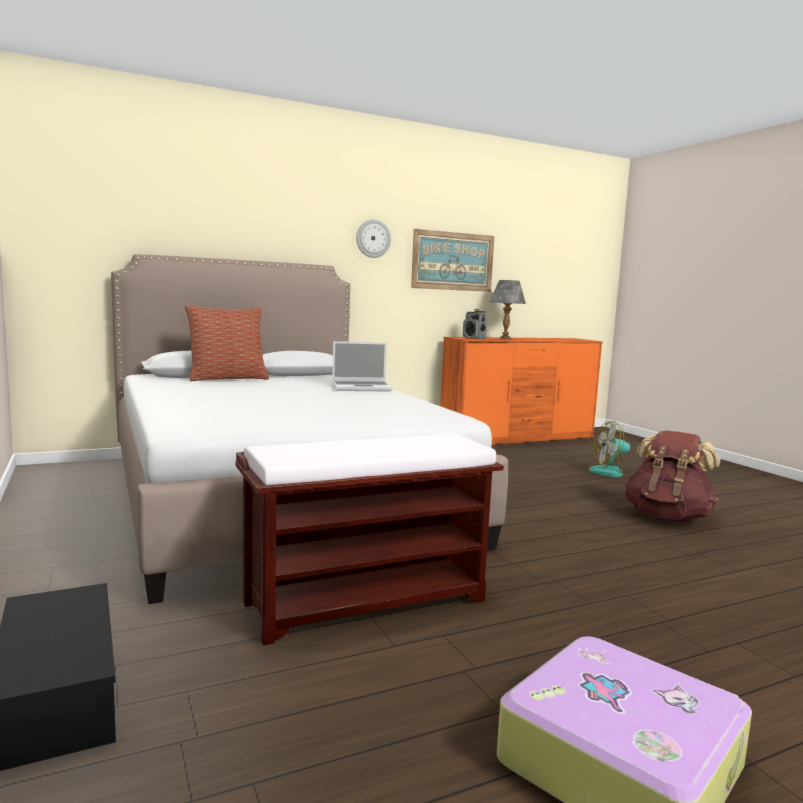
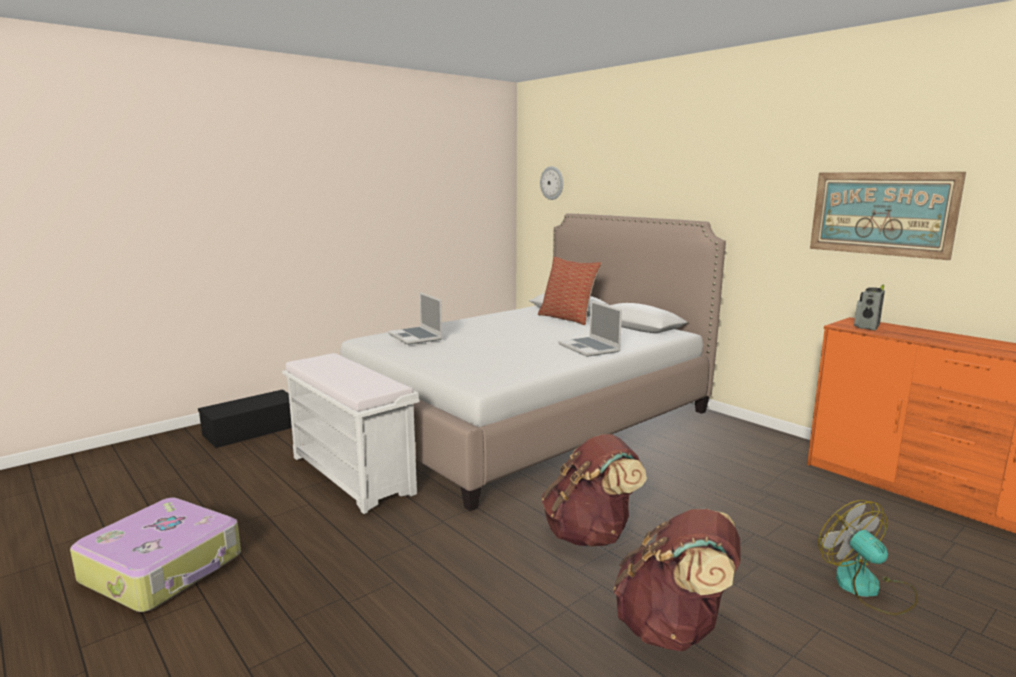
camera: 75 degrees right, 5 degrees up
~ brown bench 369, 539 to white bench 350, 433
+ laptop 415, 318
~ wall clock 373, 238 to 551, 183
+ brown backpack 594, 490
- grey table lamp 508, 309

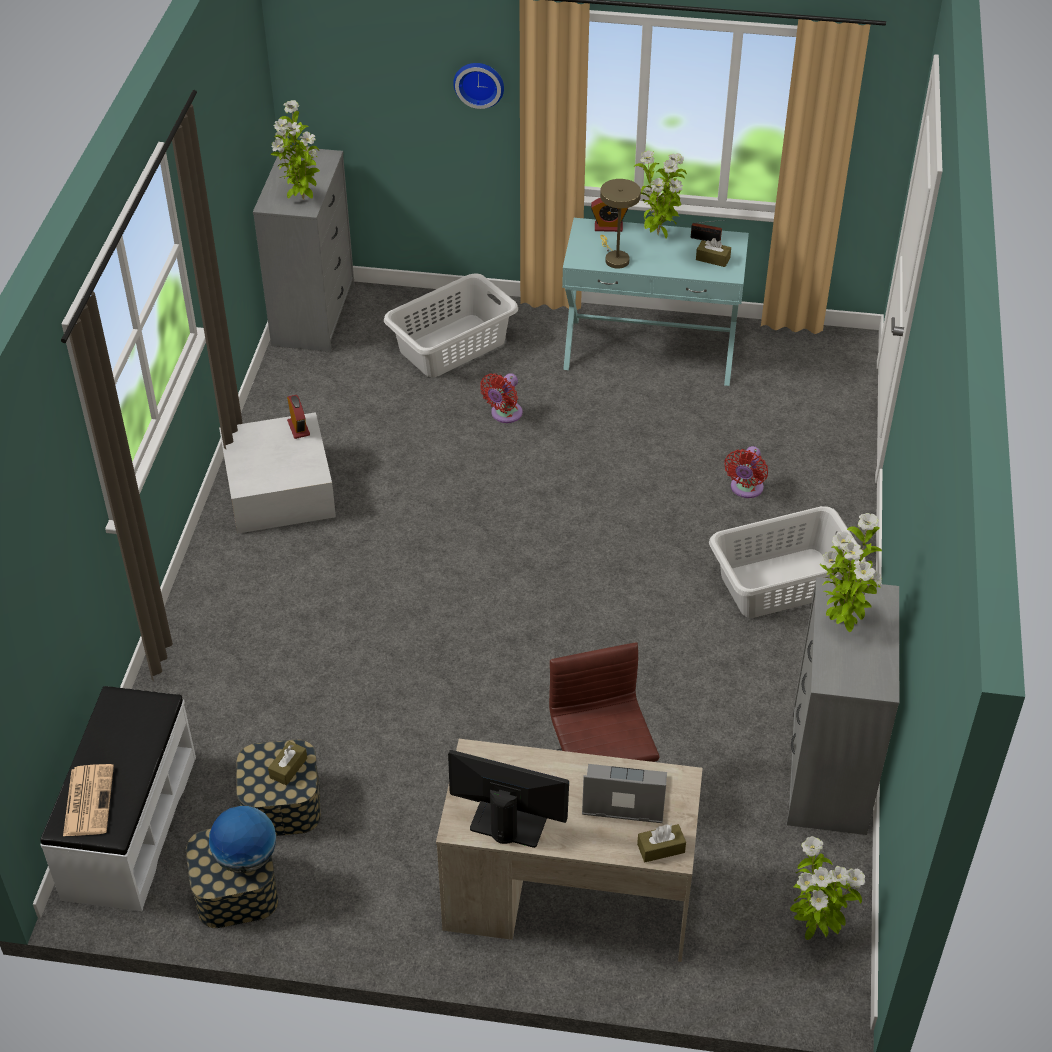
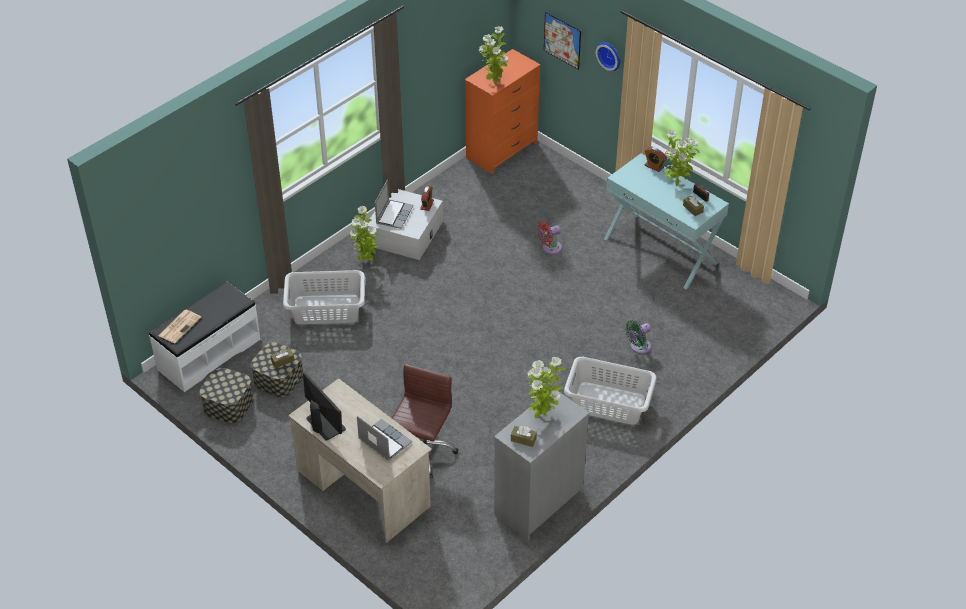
camera: 35 degrees right, 0 degrees up
~ grey laundry basket 451, 325 to 324, 297
~ potted plant 827, 888 to 363, 234
+ laptop 394, 204
~ grey dresser 304, 249 to orange dresser 502, 111
~ brown tissue box 661, 843 to 524, 436
+ picture 562, 41
~ red fan 746, 472 to green fan 638, 337
- globe 242, 839
- beige table lamp 620, 224

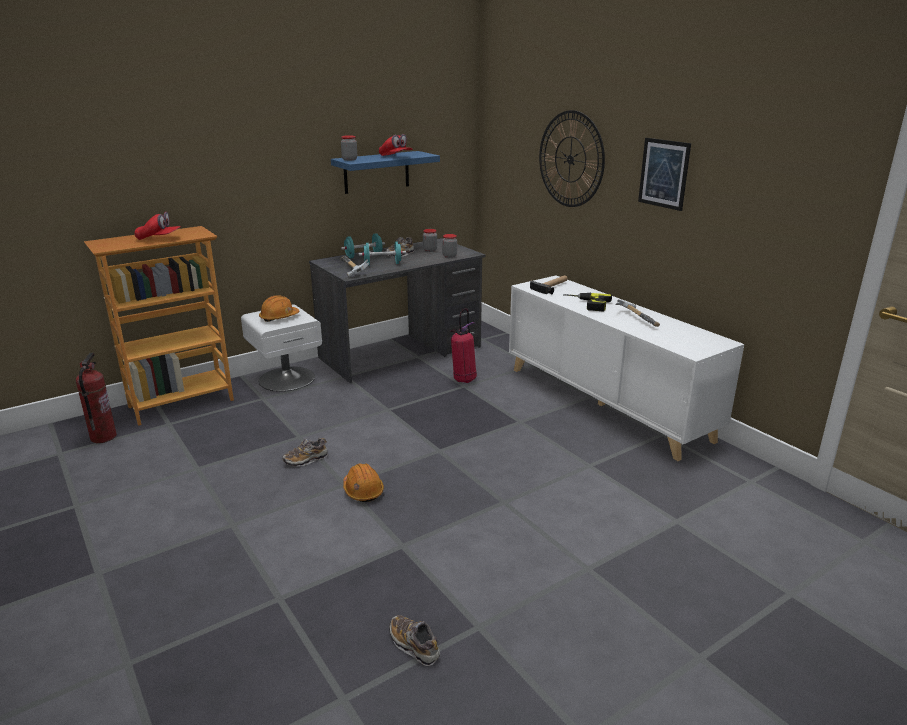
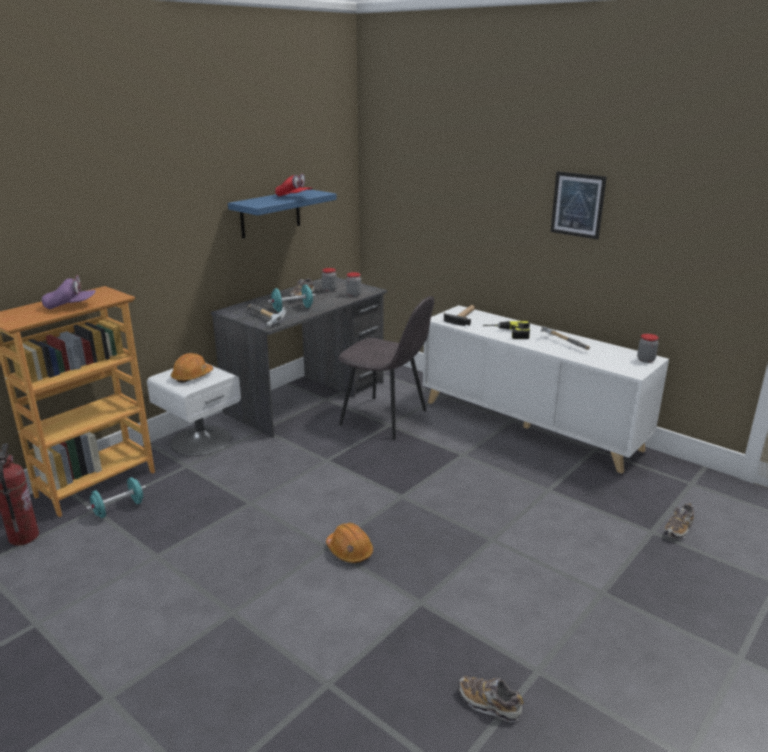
camera: 15 degrees left, 0 degrees up
~ red cap 158, 226 to purple cap 69, 292
~ turquoise dumbbell 363, 245 to 116, 497
~ fire extinguisher 463, 345 to grey chair 386, 368
~ jar 349, 148 to 648, 348
~ shoe 305, 452 to 679, 521
- wall clock 572, 158

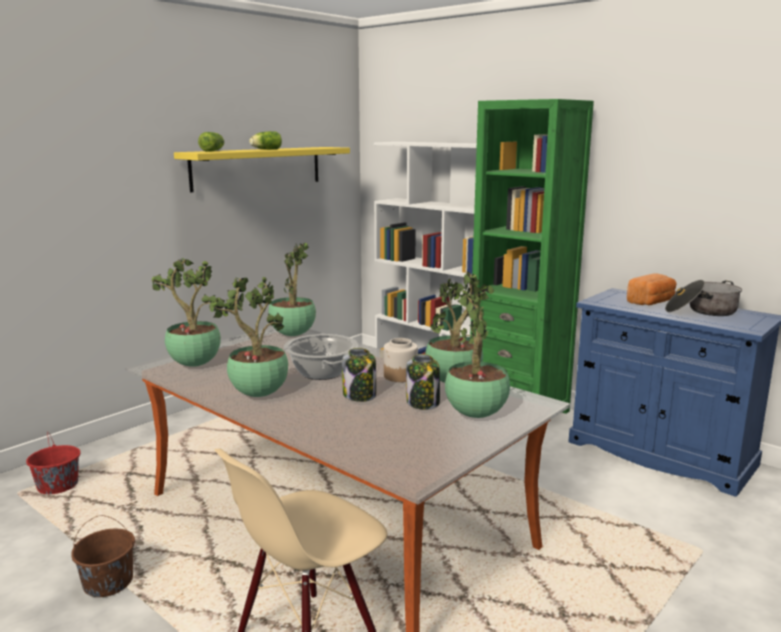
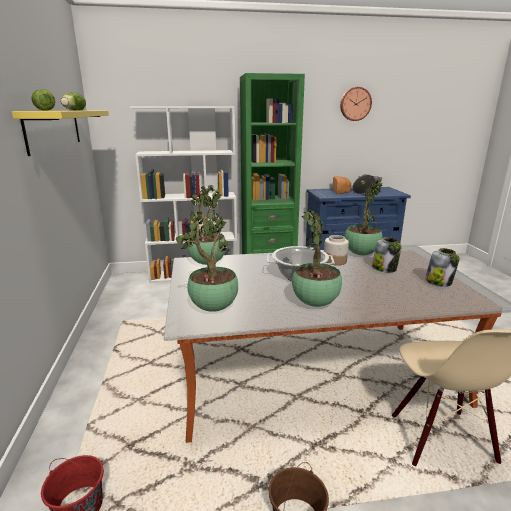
camera: 50 degrees left, 5 degrees up
+ wall clock 356, 104
~ jar 359, 375 to 442, 267
- potted plant 477, 354

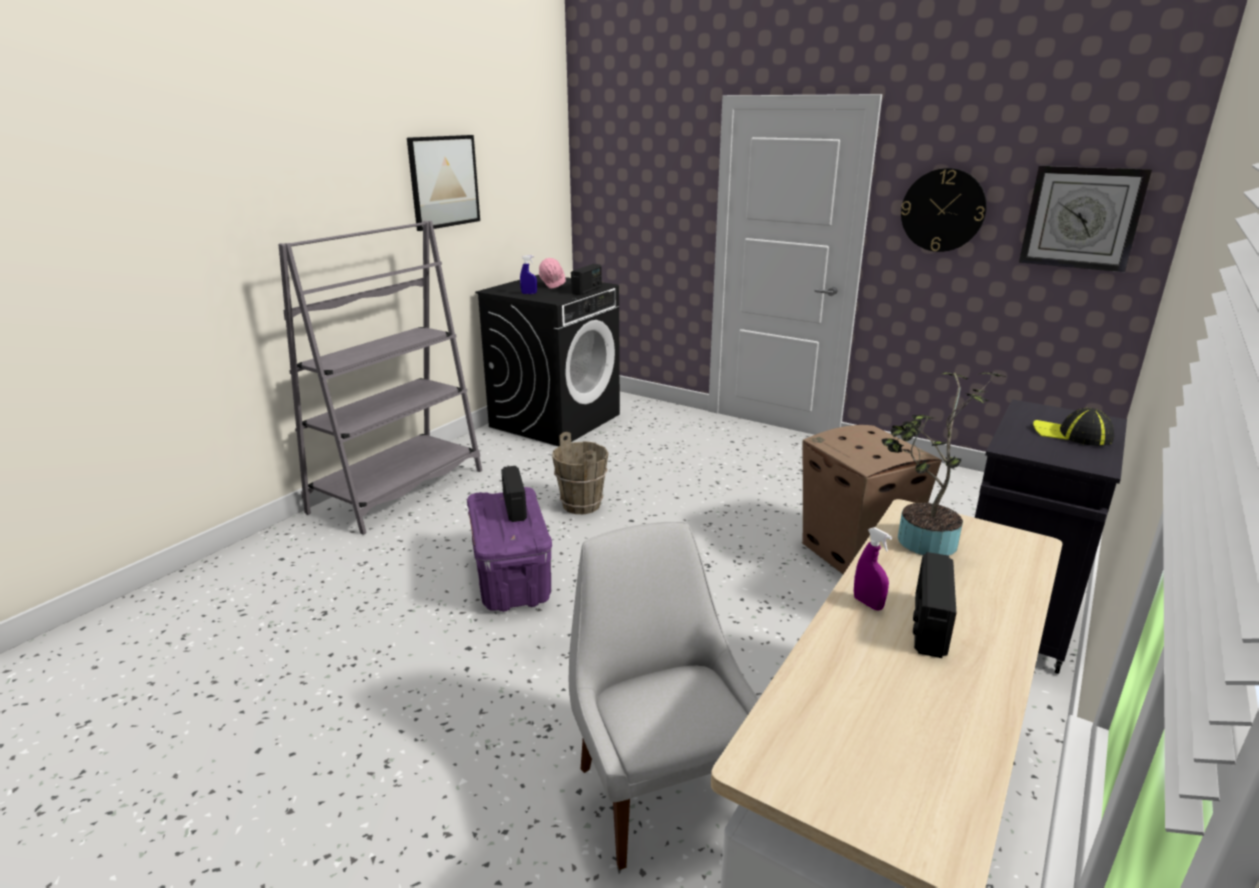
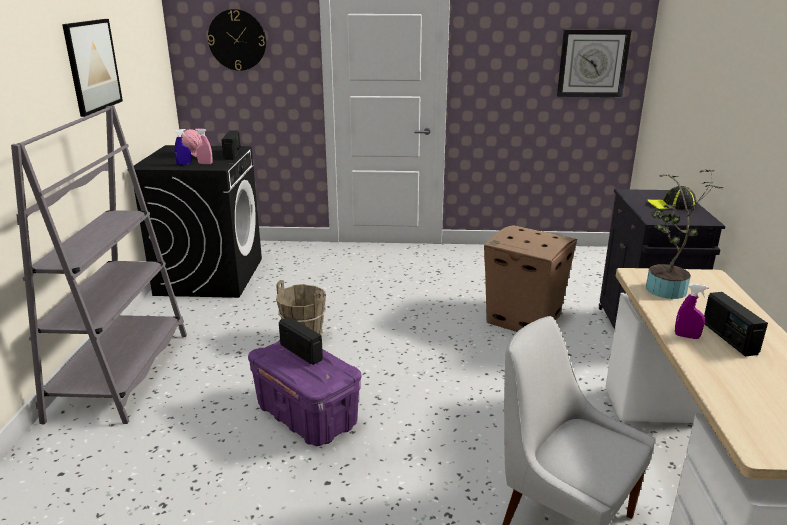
camera: 30 degrees left, 0 degrees up
+ pink spray bottle 203, 146
~ wall clock 944, 210 to 237, 40

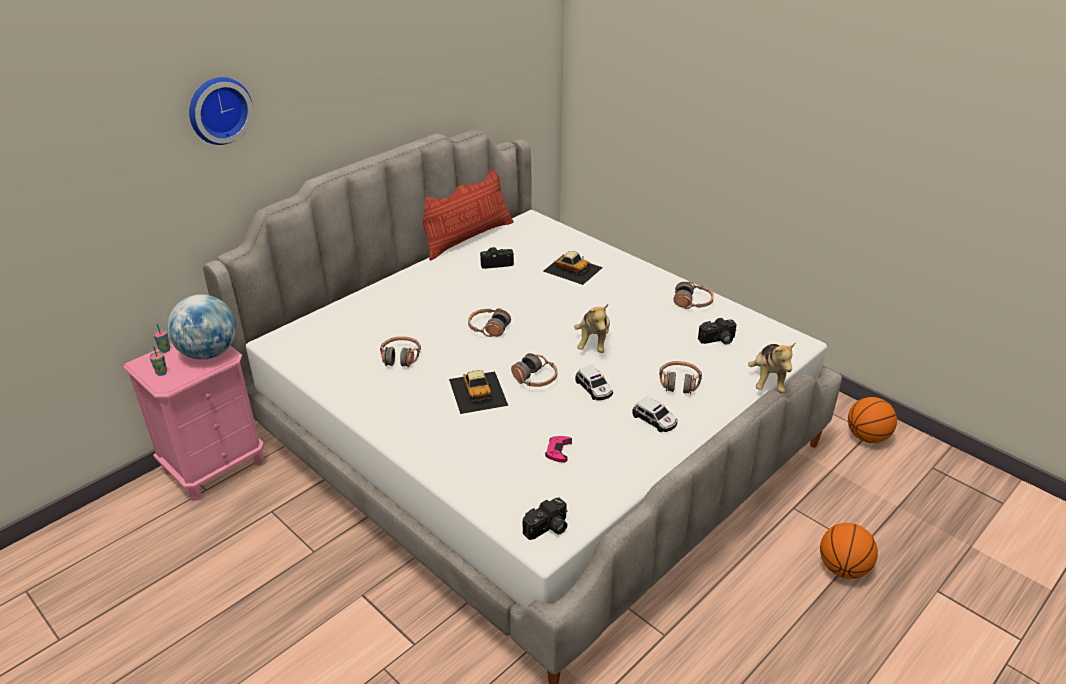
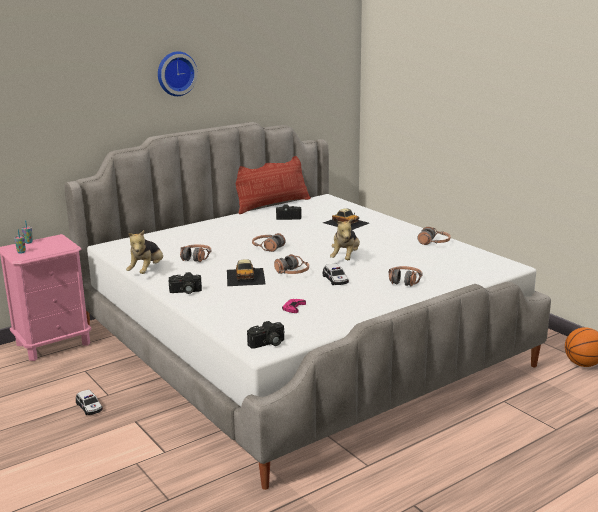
camera: 10 degrees right, 15 degrees down
~ toy car 654, 414 to 89, 402
~ plush toy 772, 368 to 144, 252
~ wall clock 221, 111 to 178, 73
~ photo camera 717, 331 to 185, 283
- globe 201, 327
- basketball 849, 551

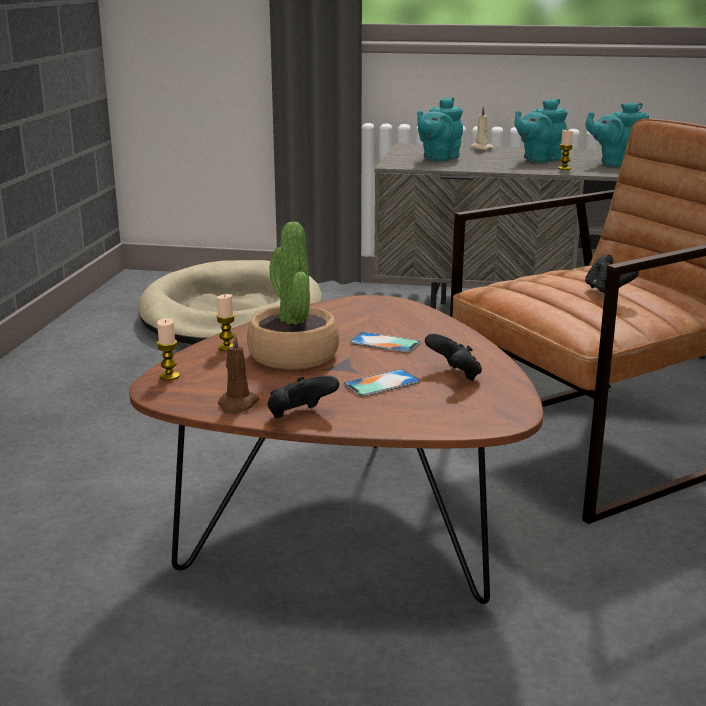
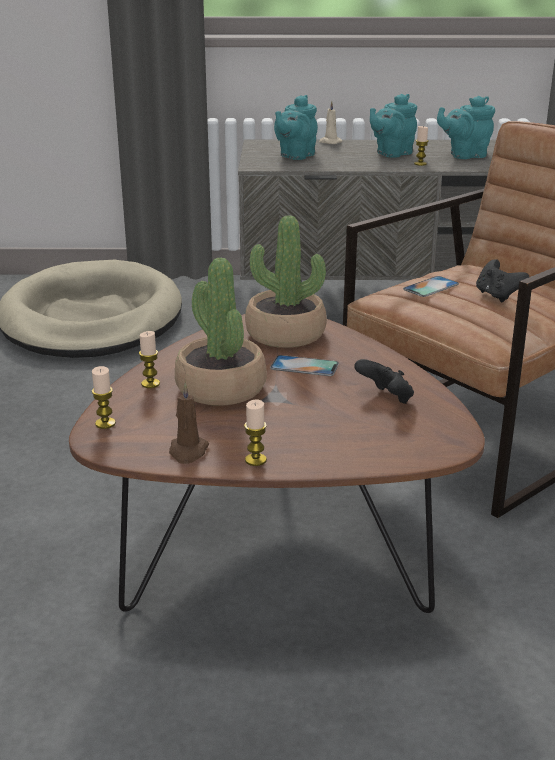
camera: 10 degrees left, 5 degrees up
~ black game controller 303, 397 to candle 255, 433
+ potted plant 286, 281
~ phone 382, 383 to 431, 286

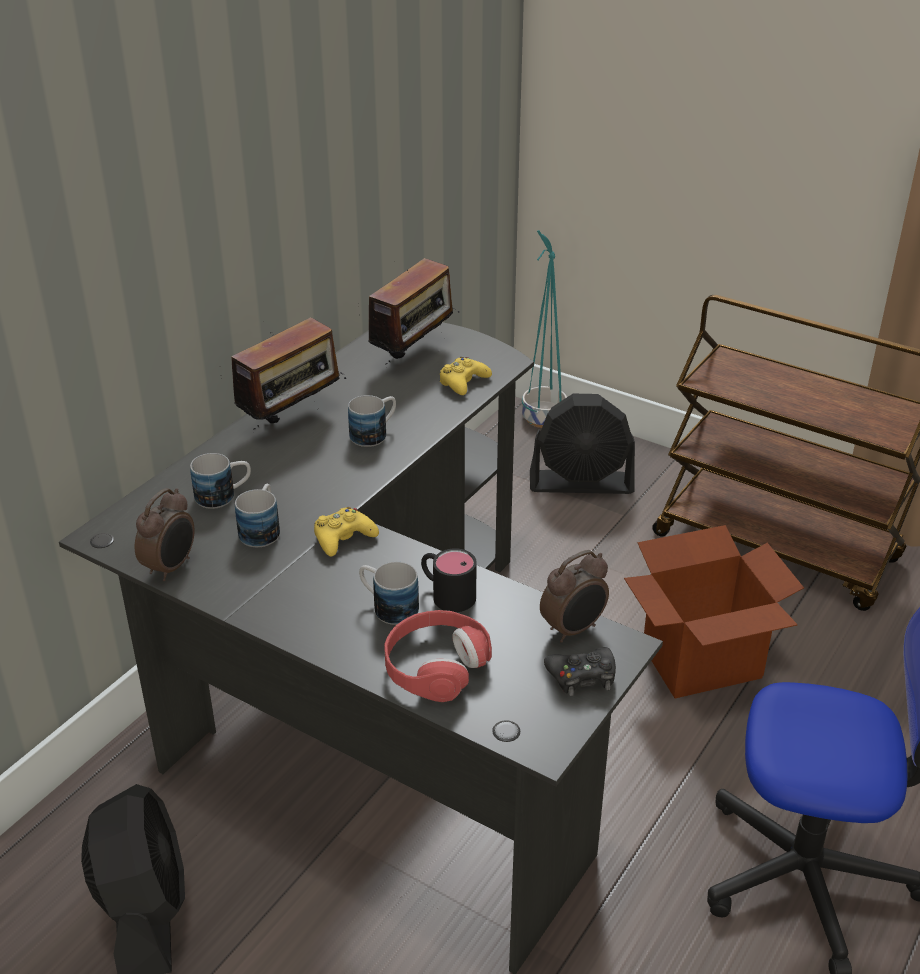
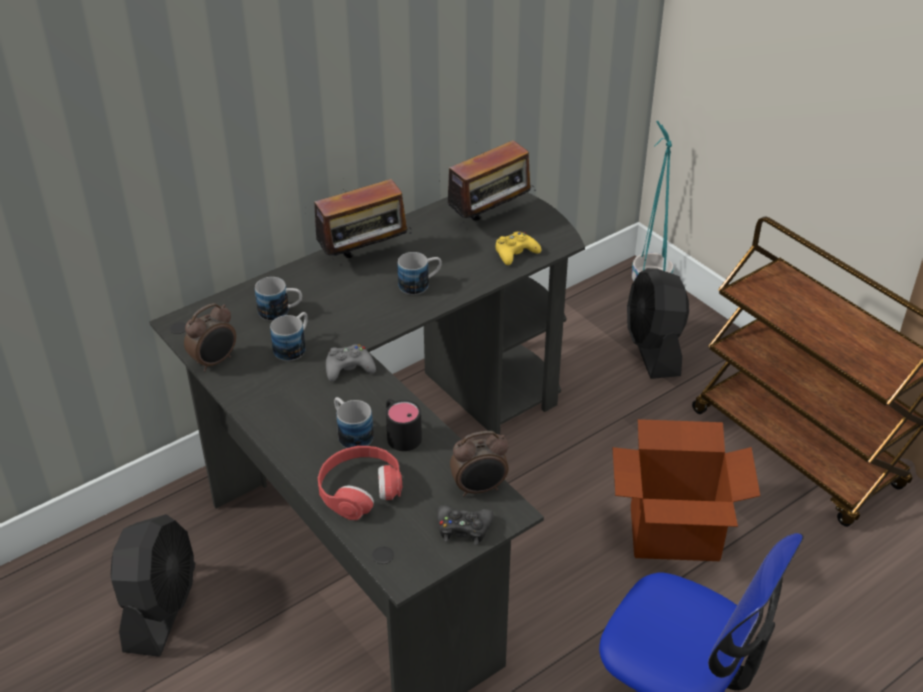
camera: 20 degrees right, 5 degrees up
~ yellow game controller 346, 532 to grey game controller 351, 363
~ black fan 582, 444 = 658, 323 60 degrees clockwise

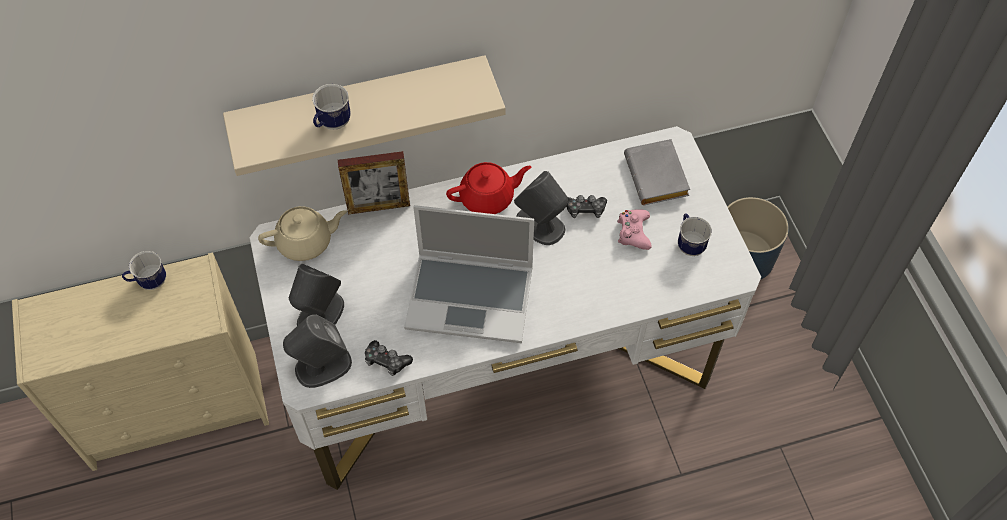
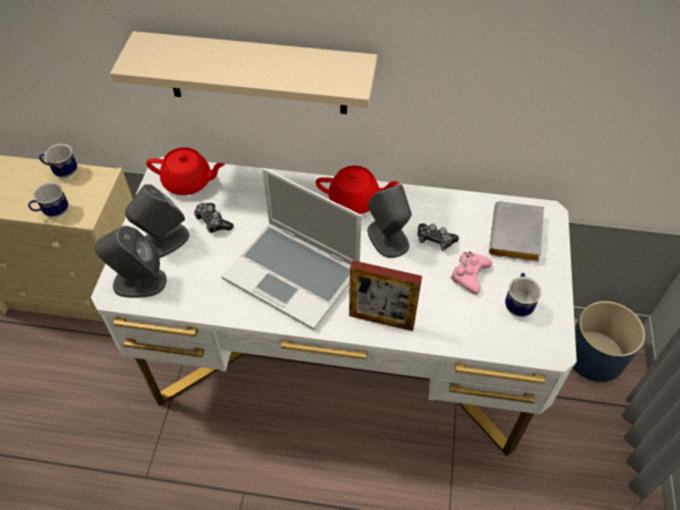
camera: 25 degrees right, 5 degrees down
~ mug 331, 107 to 48, 200
~ beige teapot 302, 233 to red teapot 185, 171
~ game controller 389, 358 to 214, 218
~ picture frame 374, 183 to 385, 295

